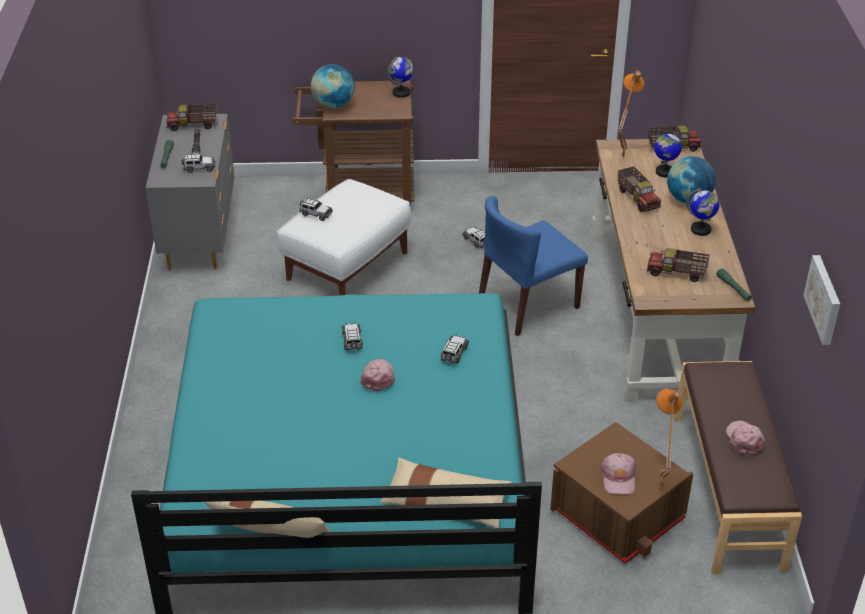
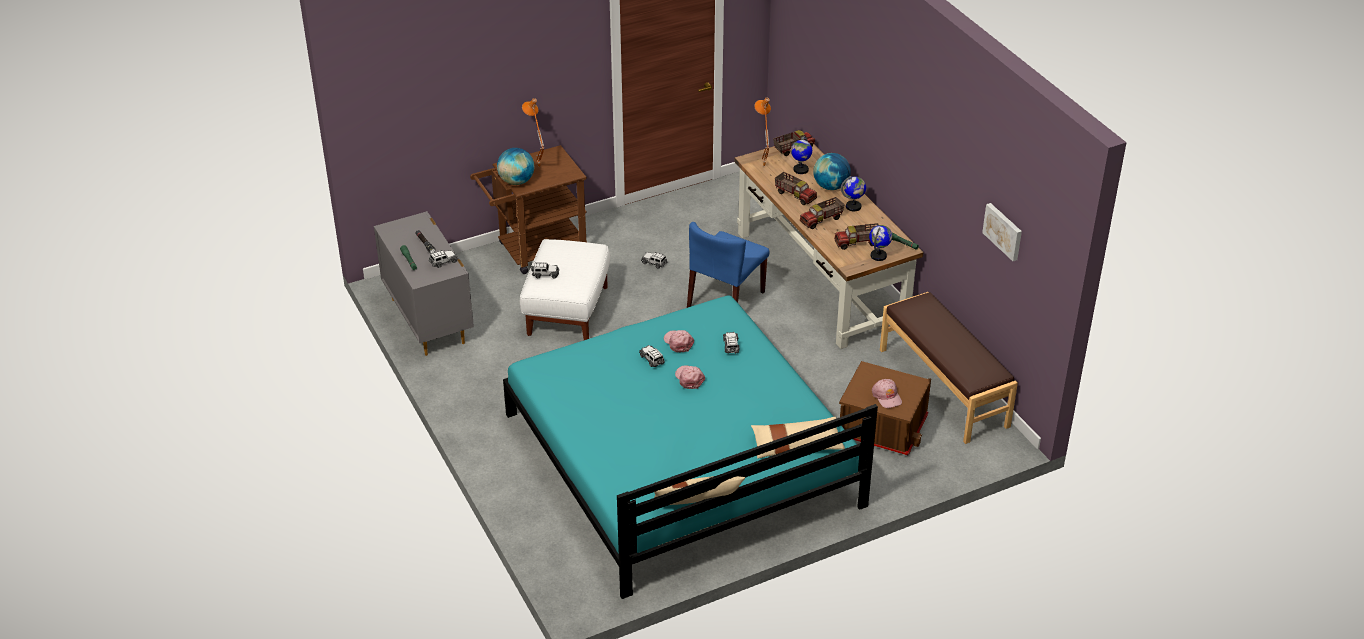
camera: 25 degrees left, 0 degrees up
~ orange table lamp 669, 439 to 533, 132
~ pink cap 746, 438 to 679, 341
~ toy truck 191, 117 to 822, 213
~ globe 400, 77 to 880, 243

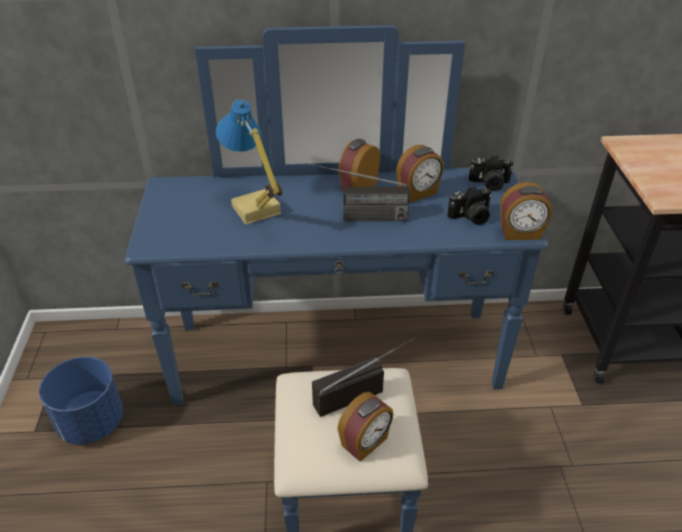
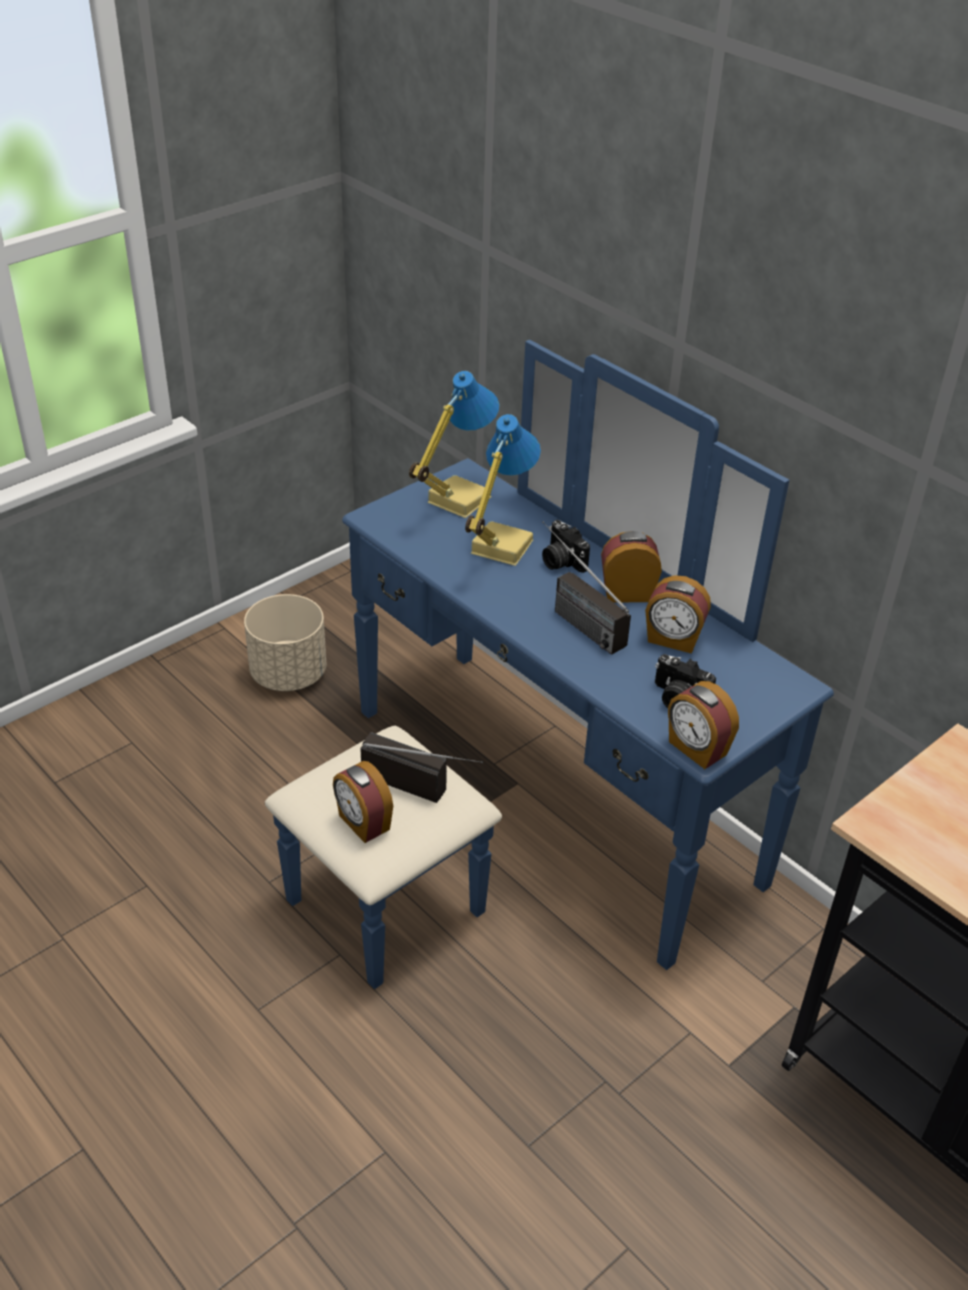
camera: 50 degrees right, 0 degrees up
~ blue planter 81, 401 to beige planter 285, 642
~ alarm clock 365, 427 = 363, 802 45 degrees clockwise
+ table lamp 454, 444
~ photo camera 491, 173 to 566, 546

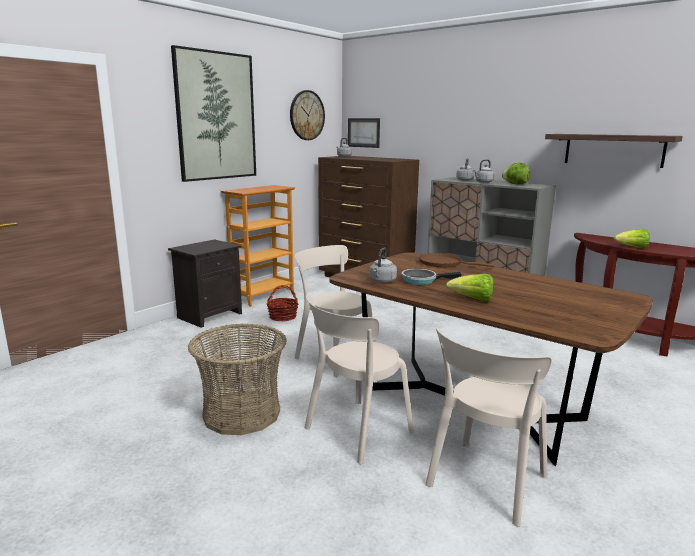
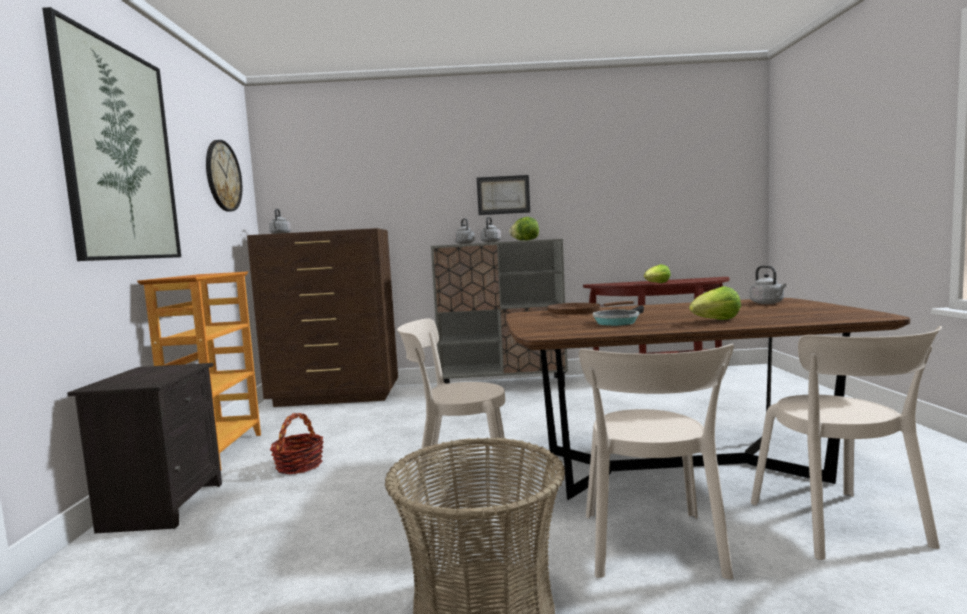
camera: 40 degrees left, 10 degrees down
~ picture 364, 133 to 503, 195
~ grey kettle 383, 265 to 768, 284
- shelf 614, 151

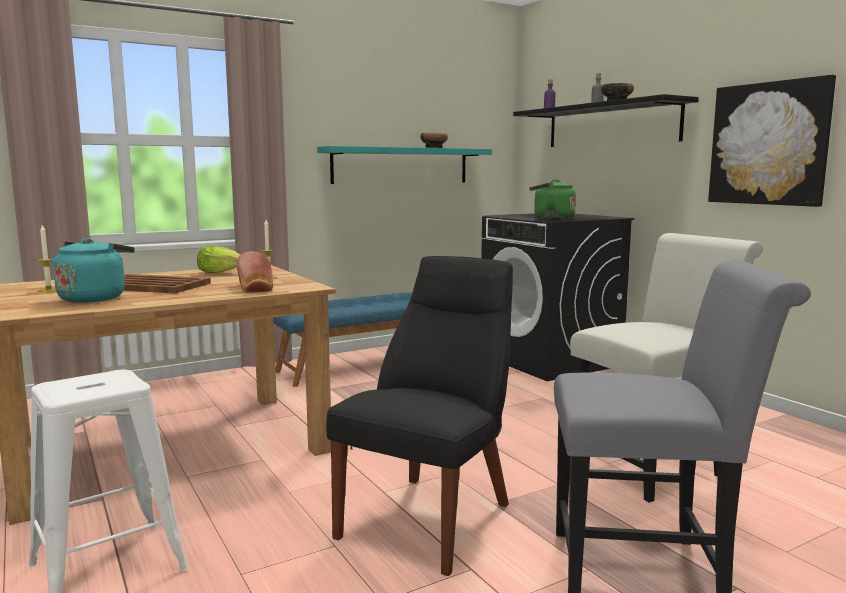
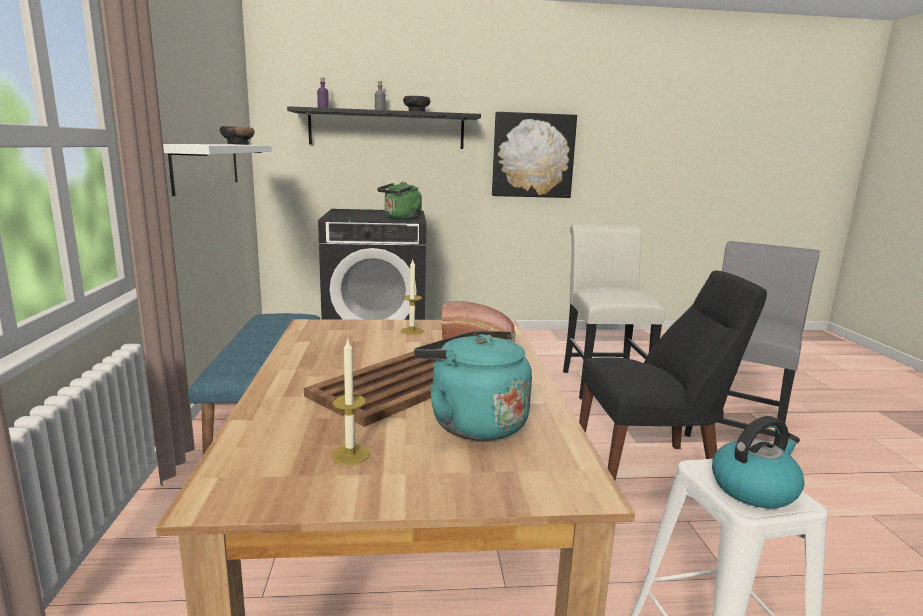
camera: 65 degrees left, 5 degrees up
~ turquoise shelf 404, 165 to white shelf 217, 170
~ black chair 419, 416 = 673, 375 120 degrees clockwise
+ kettle 758, 462
- lettuce 218, 259

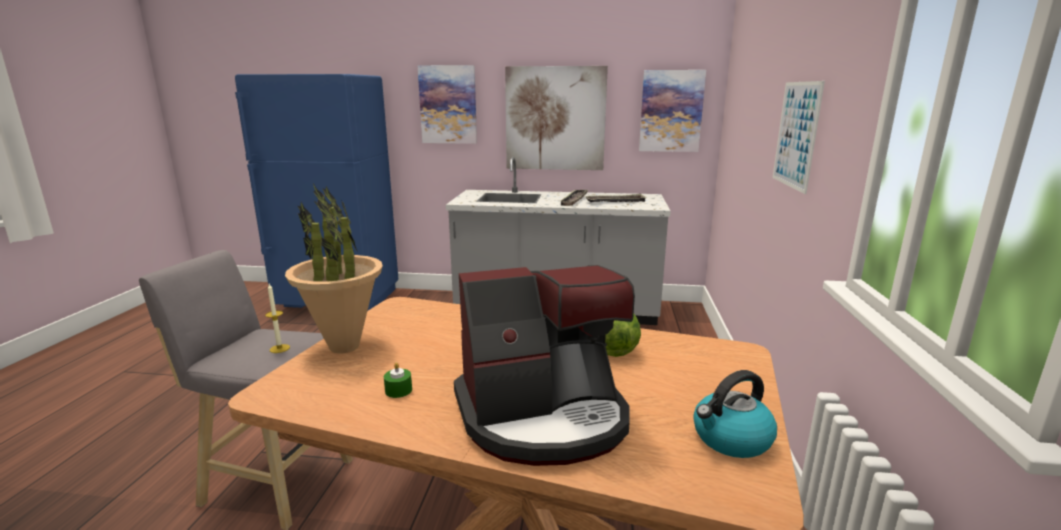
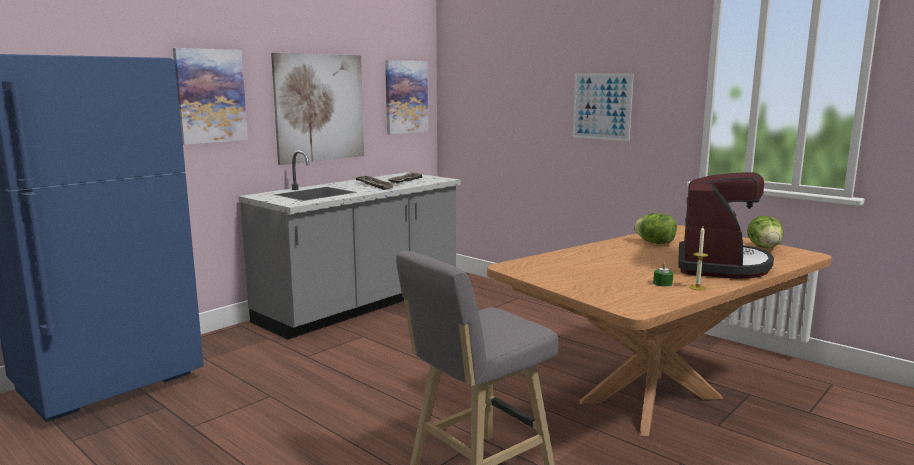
camera: 55 degrees left, 5 degrees down
~ candle 277, 318 to 698, 258
~ kettle 735, 414 to lettuce 765, 232
- potted plant 334, 269

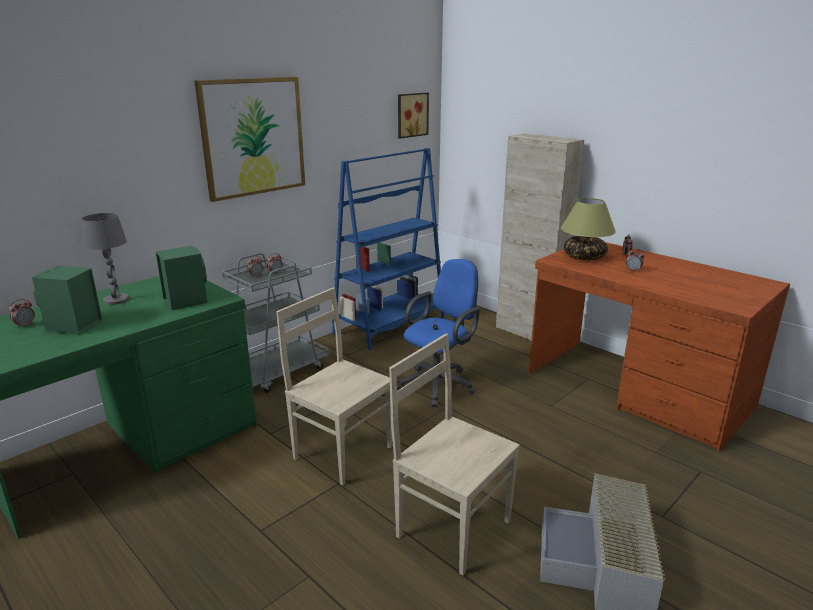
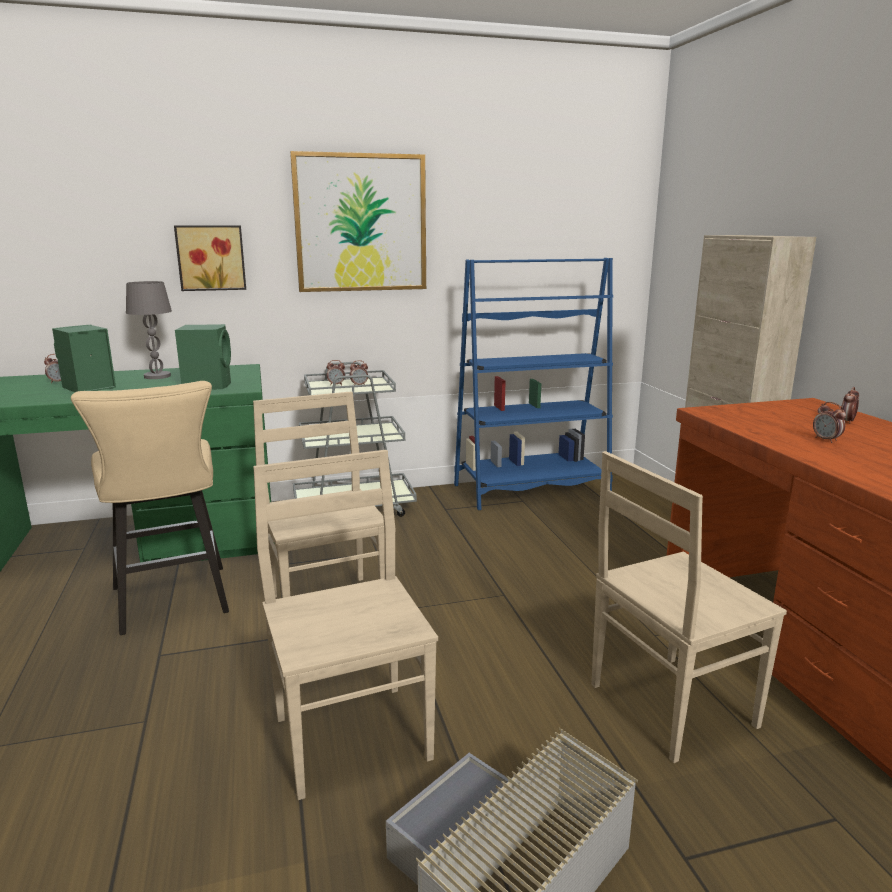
camera: 30 degrees right, 5 degrees down
+ beige stool 150, 508
~ picture 413, 116 to 210, 258
+ beige chair 689, 607
- blue office chair 438, 333
- table lamp 588, 229

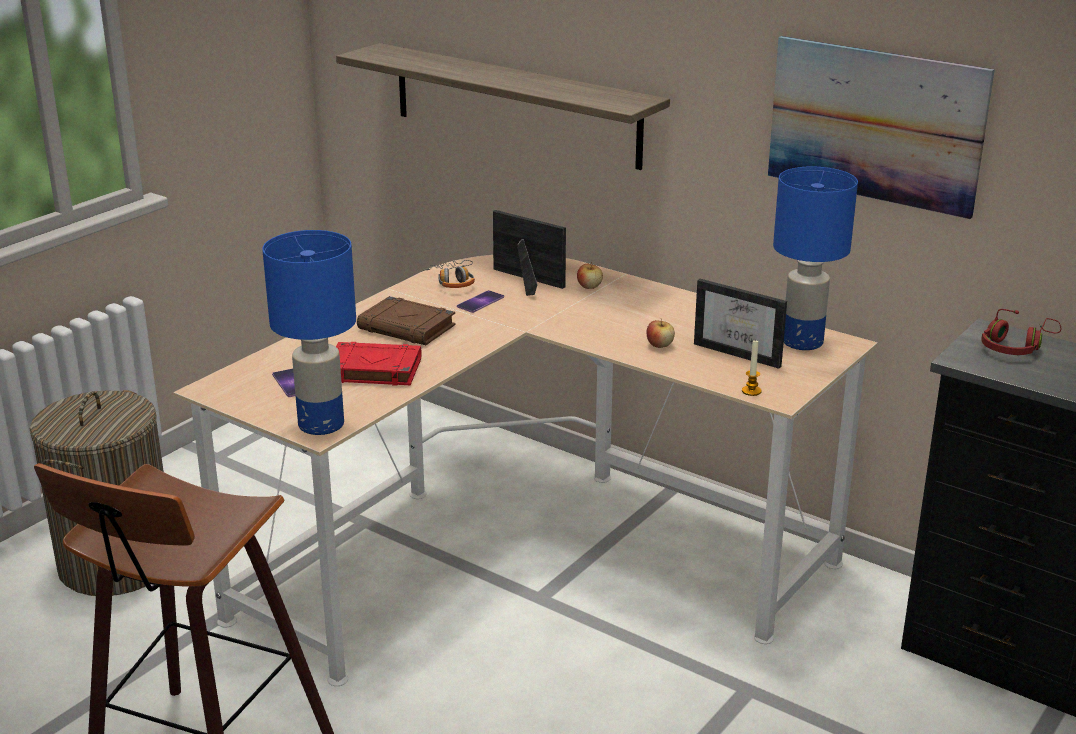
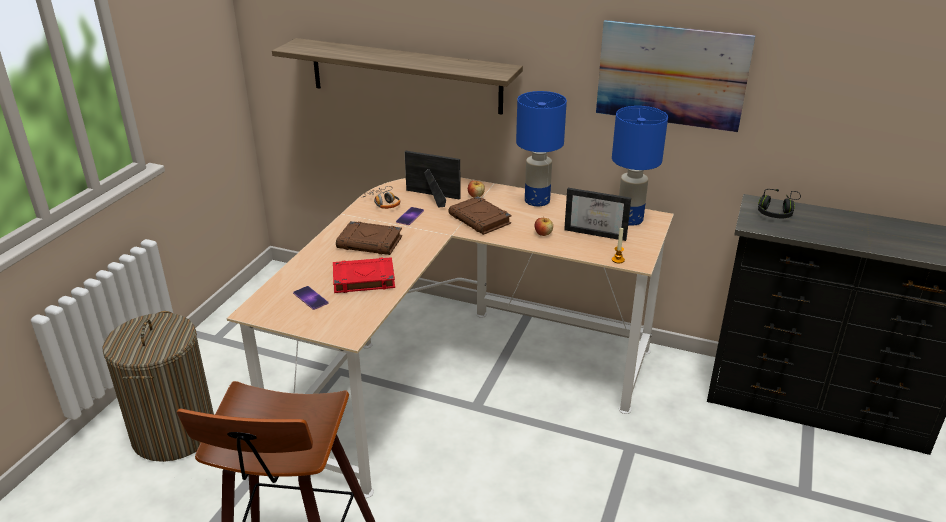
camera: 15 degrees left, 5 degrees up
+ brown book 480, 215
~ blue table lamp 309, 332 to 541, 148
~ red headphones 1021, 332 to black headphones 779, 203

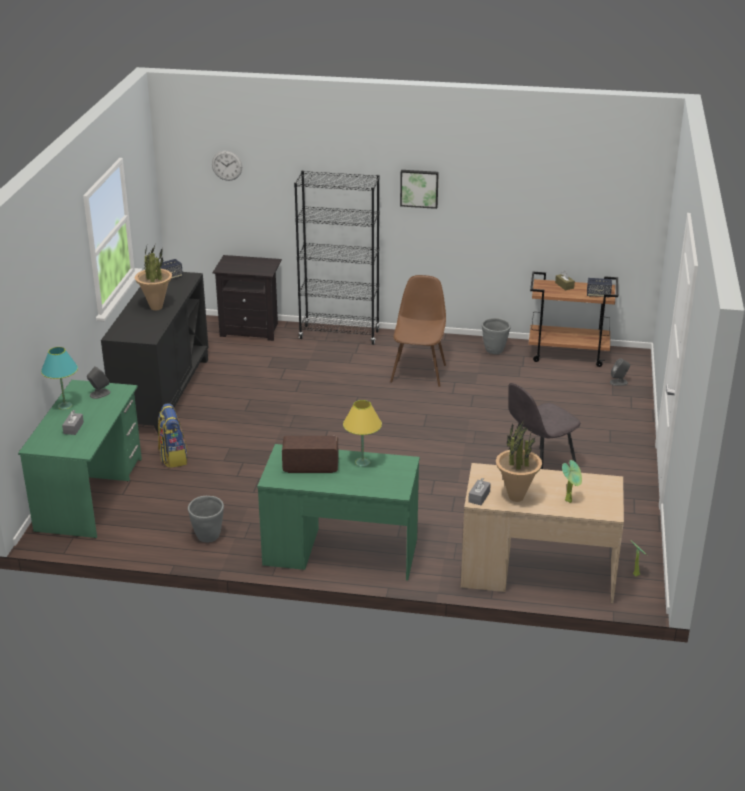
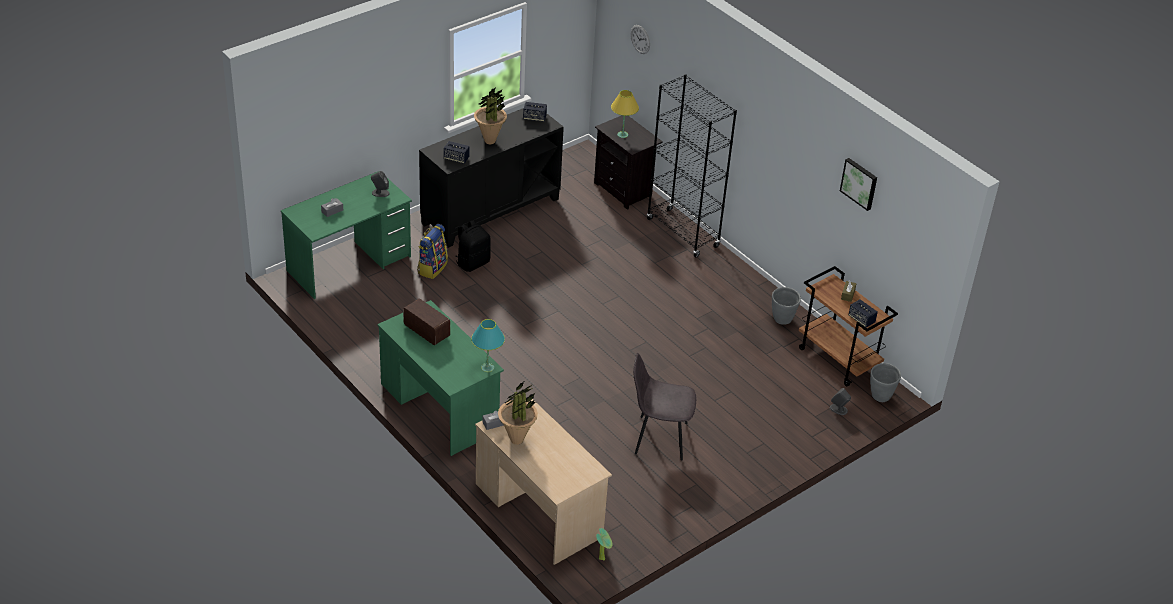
camera: 40 degrees right, 10 degrees up
+ speaker 456, 152
+ black backpack 472, 246
~ turquoise table lamp 59, 378 to 488, 345
~ yellow table lamp 362, 433 to 625, 114
~ picture 419, 189 to 858, 184
~ grey planter 206, 519 to 885, 382
- brown chair 418, 331
- potted plant 572, 481

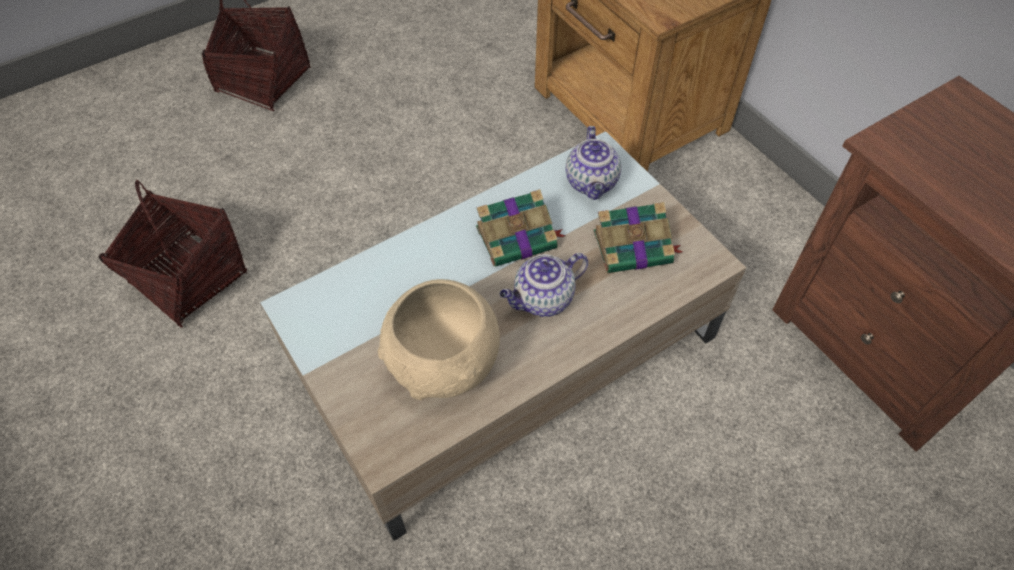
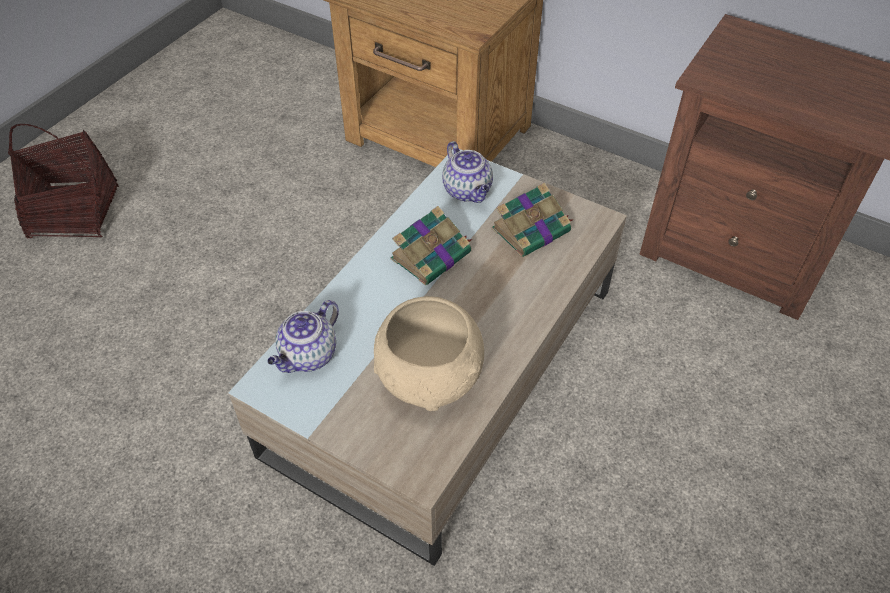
camera: 25 degrees left, 5 degrees down
~ teapot 544, 285 to 303, 336
- basket 173, 254

